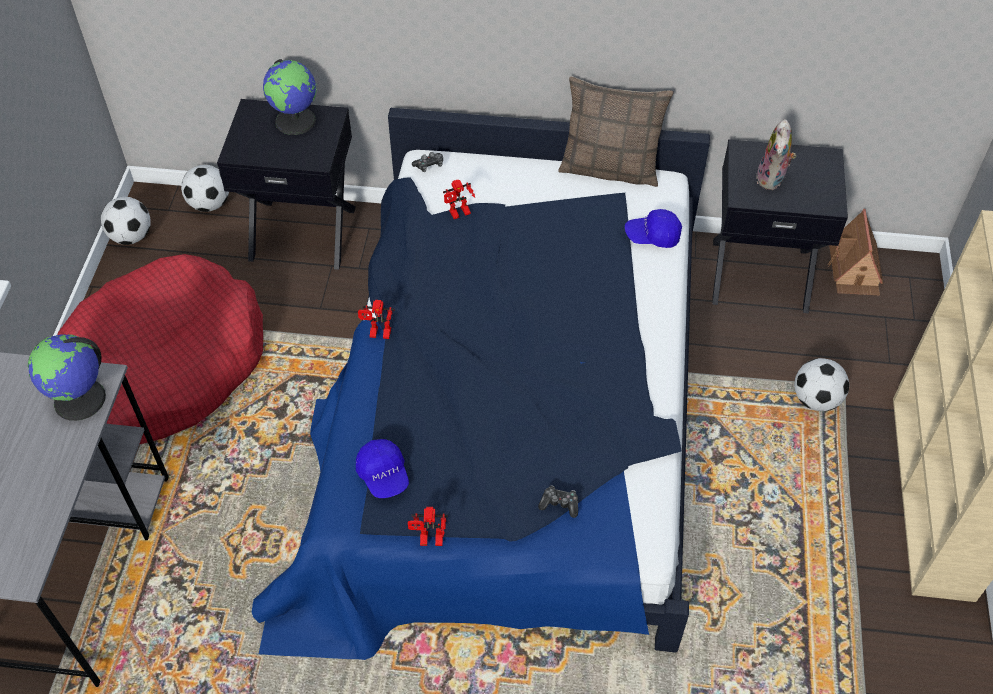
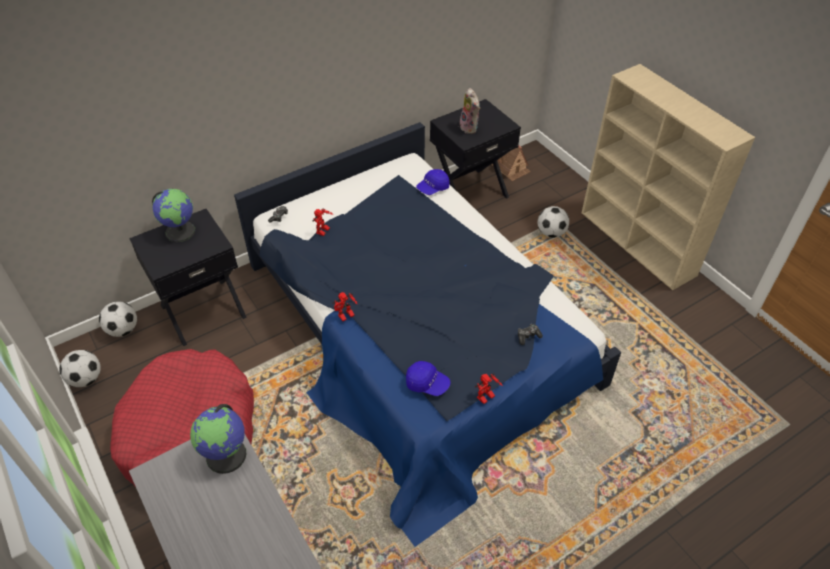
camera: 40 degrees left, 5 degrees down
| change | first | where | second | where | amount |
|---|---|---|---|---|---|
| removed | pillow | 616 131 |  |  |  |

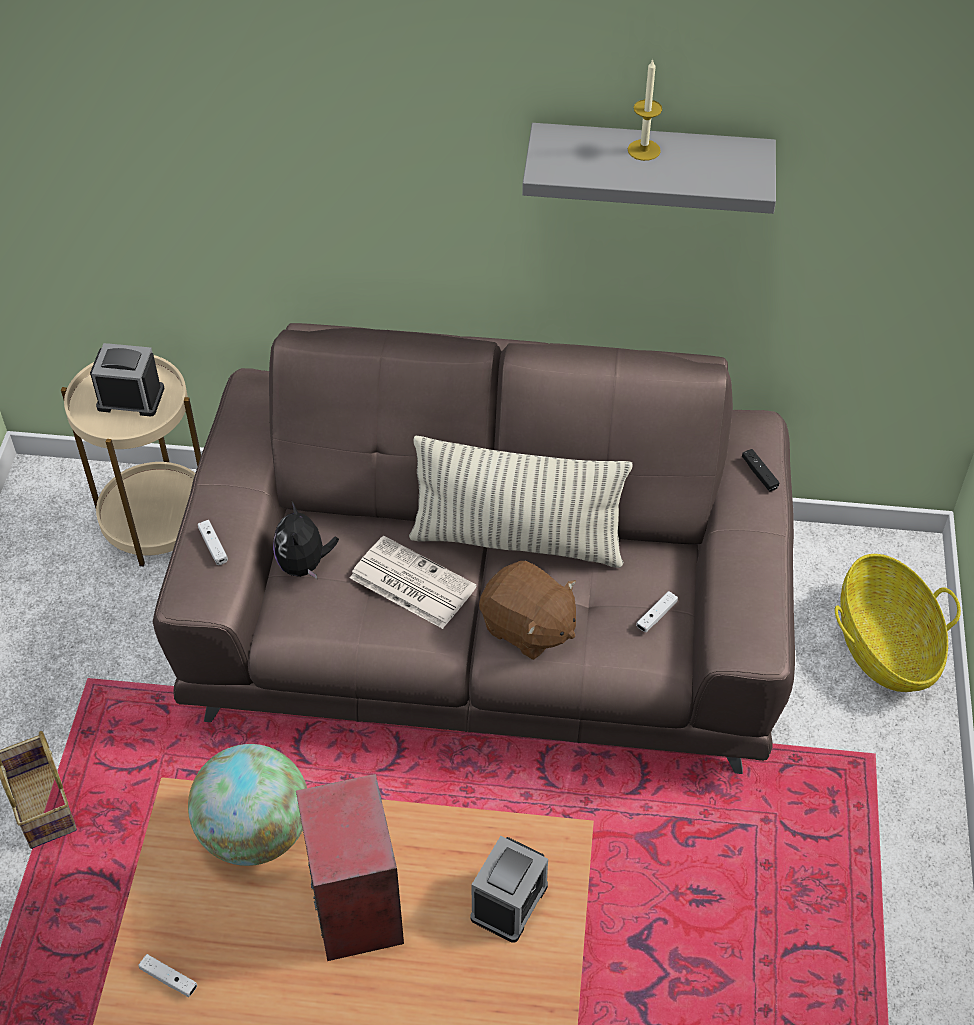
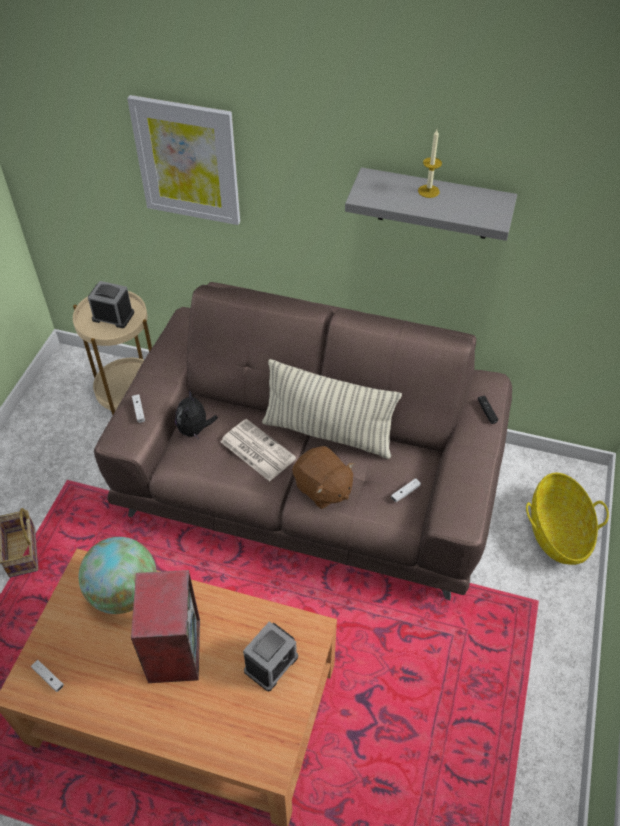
camera: 10 degrees right, 0 degrees up
| change | first | where | second | where | amount |
|---|---|---|---|---|---|
| added |  |  | picture | 183 160 |  |

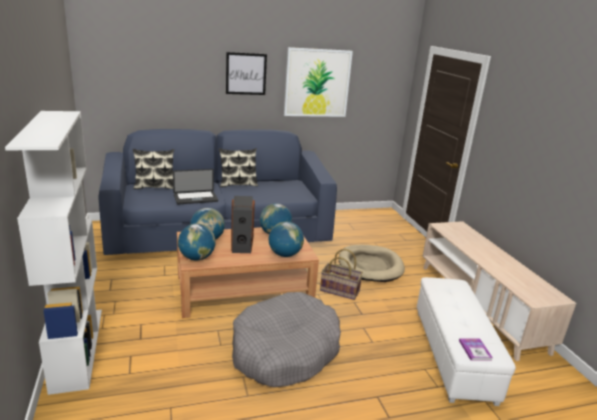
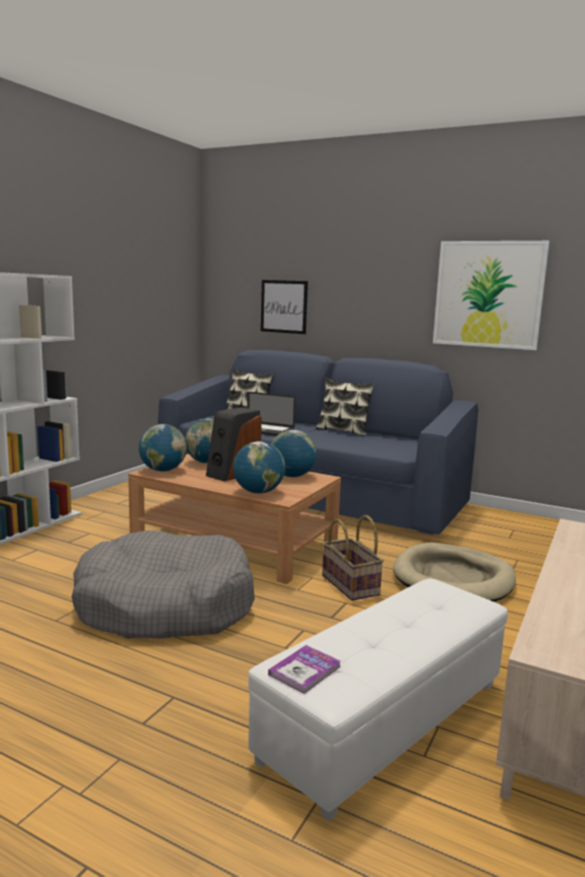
camera: 45 degrees right, 10 degrees down
| change | first | where | second | where | amount |
|---|---|---|---|---|---|
| moved | picture | 246 73 |  | 284 307 |  |

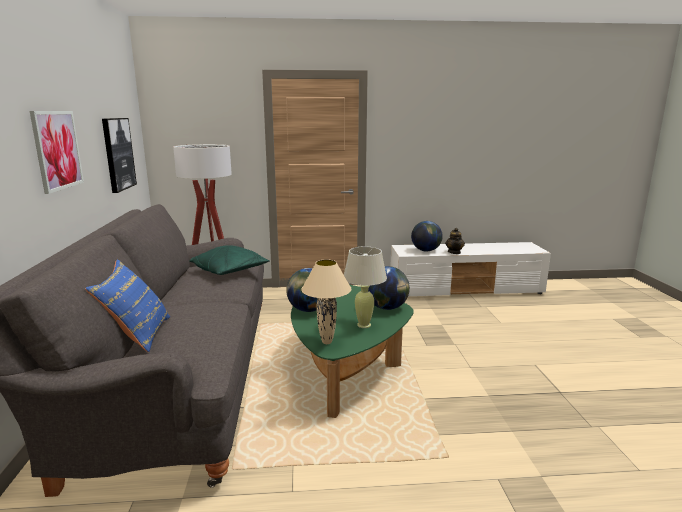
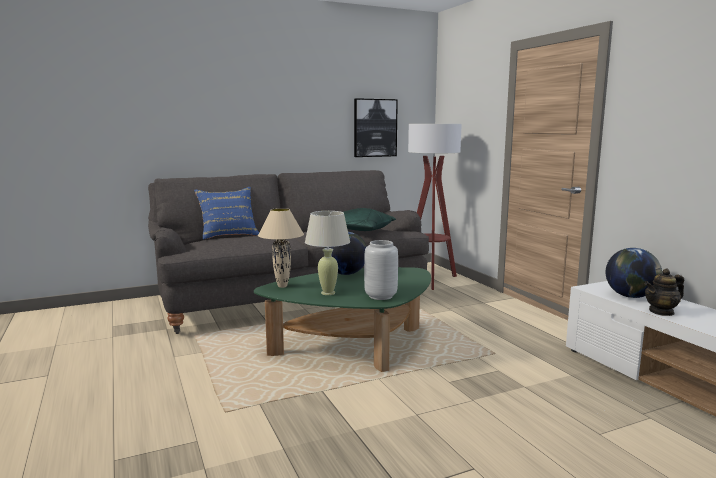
camera: 70 degrees right, 5 degrees down
| change | first | where | second | where | amount |
|---|---|---|---|---|---|
| removed | picture | 57 152 |  |  |  |
| replaced | globe | 389 288 | vase (grey) | 381 270 |  |

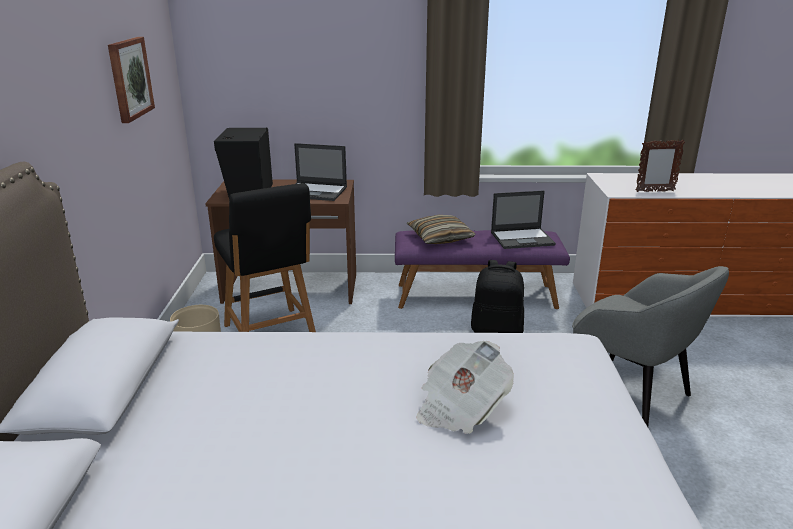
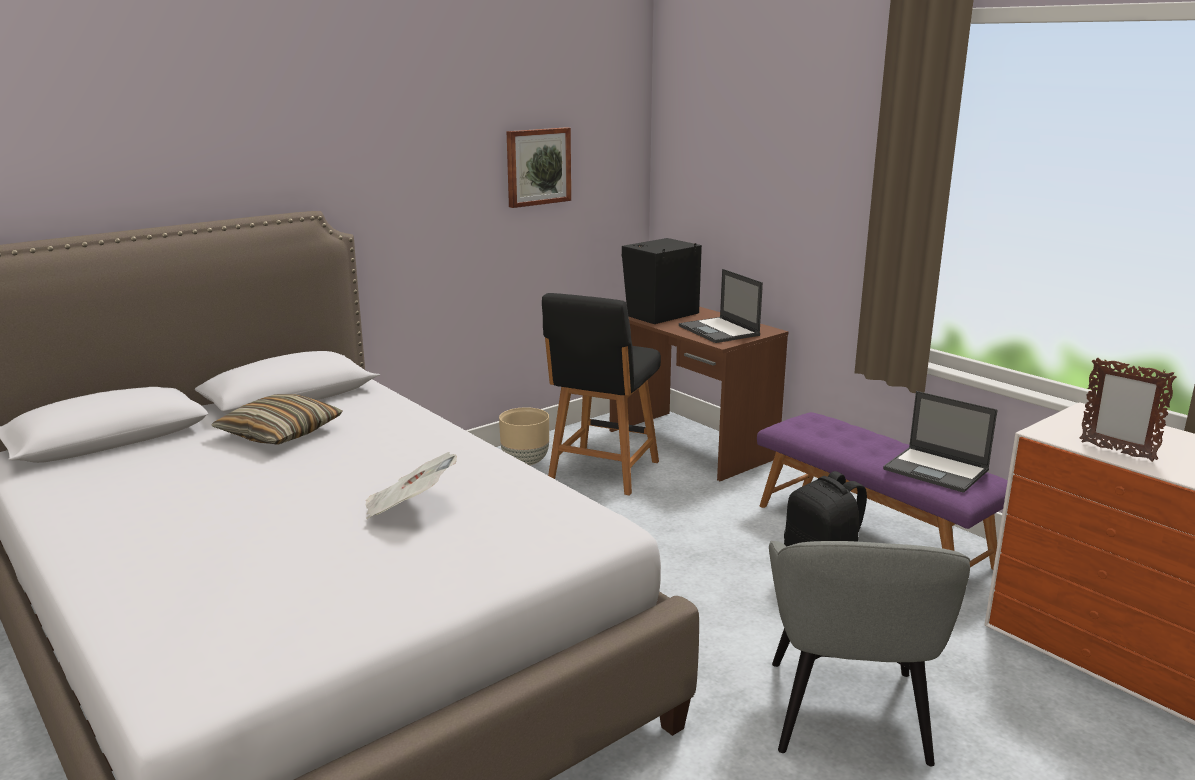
camera: 50 degrees right, 5 degrees down
| change | first | where | second | where | amount |
|---|---|---|---|---|---|
| moved | pillow | 441 229 |  | 277 419 |  |

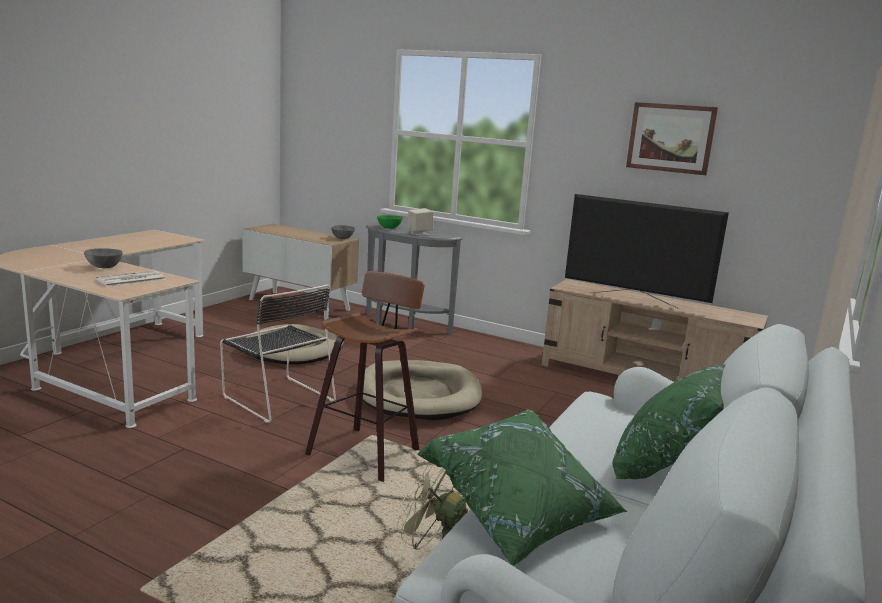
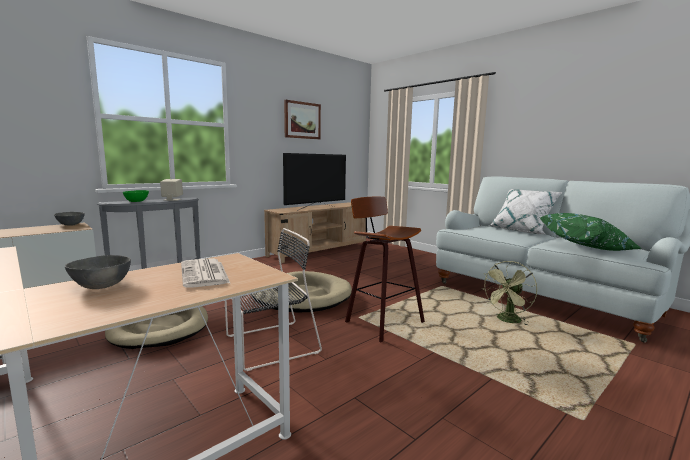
camera: 70 degrees left, 5 degrees down
| change | first | where | second | where | amount |
|---|---|---|---|---|---|
| recoloured | pillow (green) | 668 421 | pillow (white) | 525 212 |  |

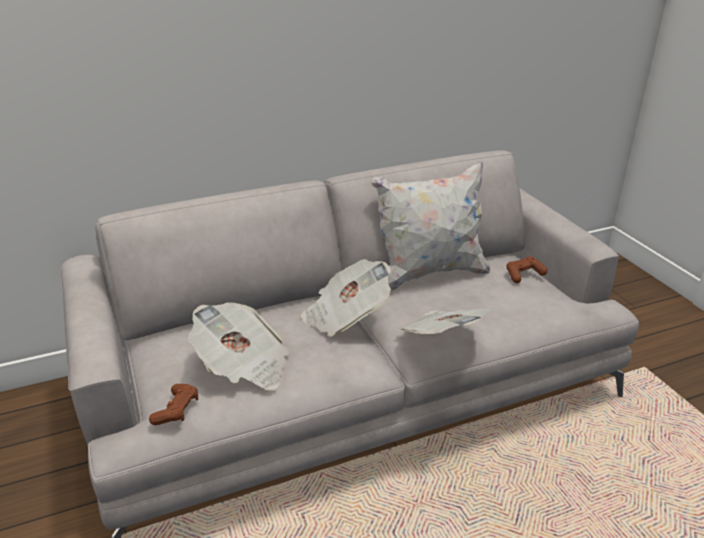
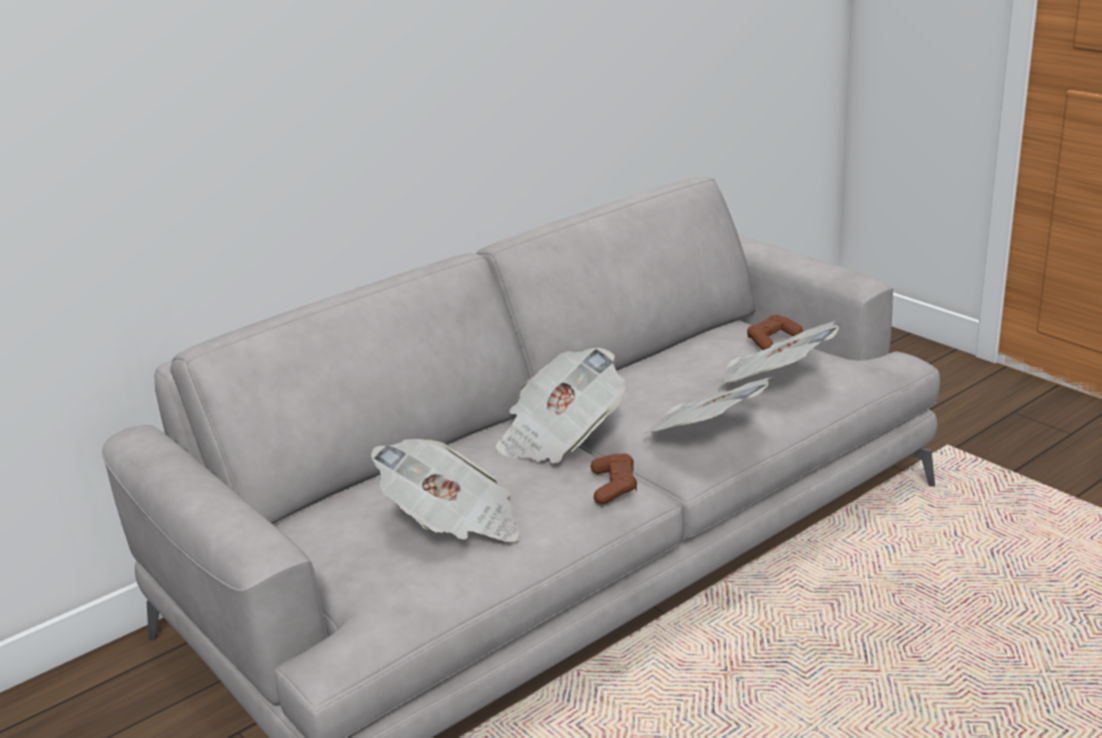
camera: 15 degrees left, 5 degrees down
| change | first | where | second | where | amount |
|---|---|---|---|---|---|
| removed | pillow (white) | 430 226 |  |  |  |
| moved | game controller (brown) | 173 404 |  | 614 478 |  |
| added |  |  | newspaper | 778 353 |  |

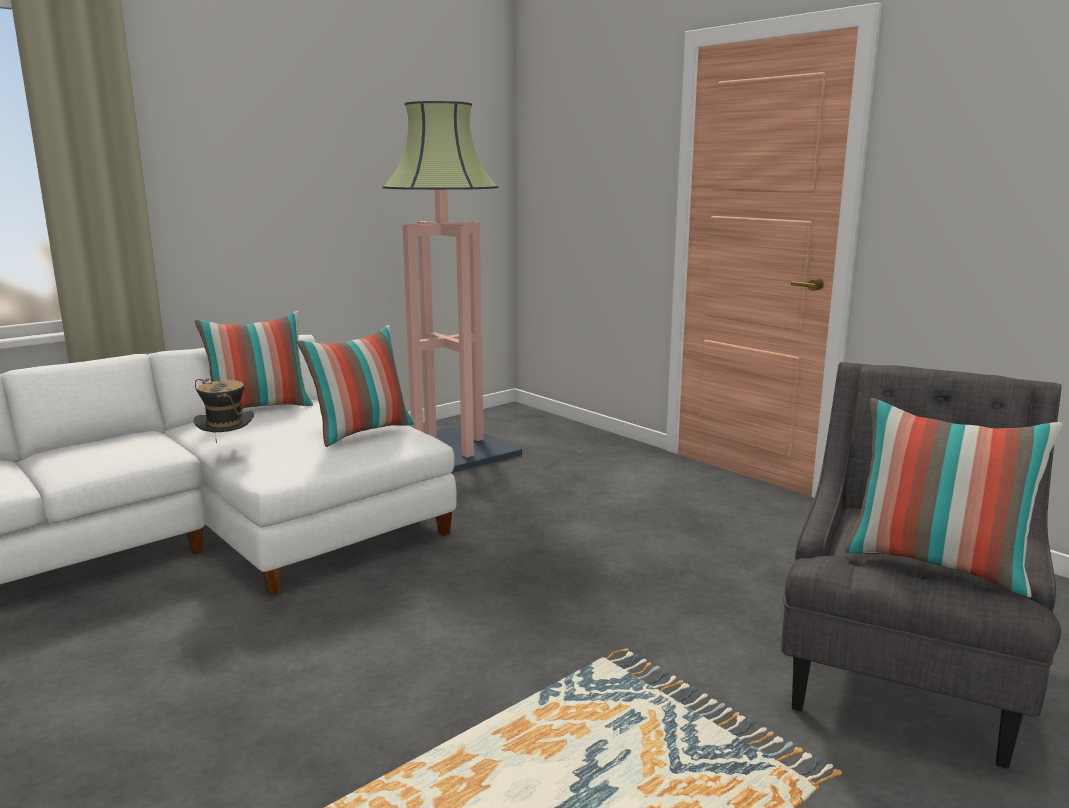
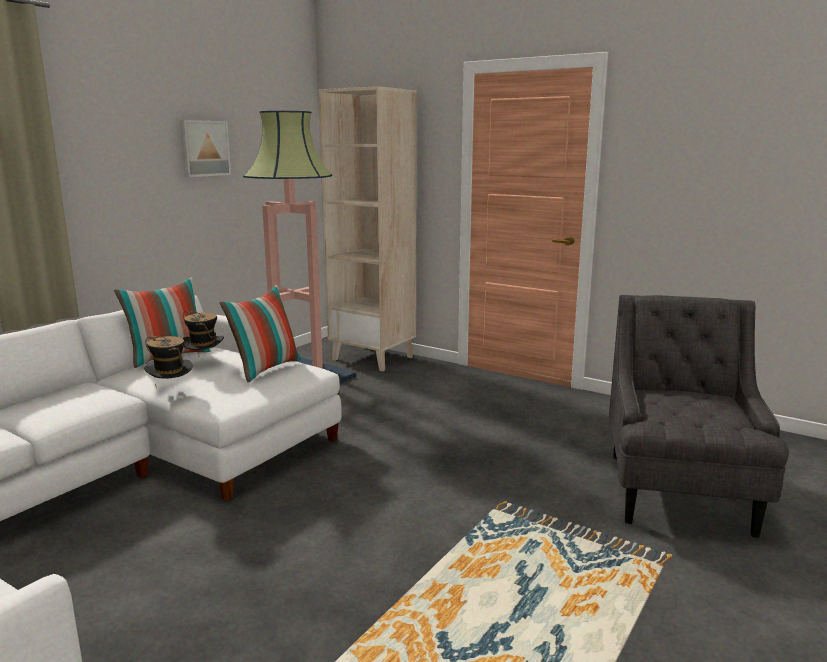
camera: 15 degrees left, 0 degrees up
| change | first | where | second | where | amount |
|---|---|---|---|---|---|
| removed | pillow | 954 497 |  |  |  |
| added |  |  | bookcase (beige) | 368 228 |  |
| added |  |  | picture | 205 148 |  |
| added |  |  | hat | 203 332 |  |

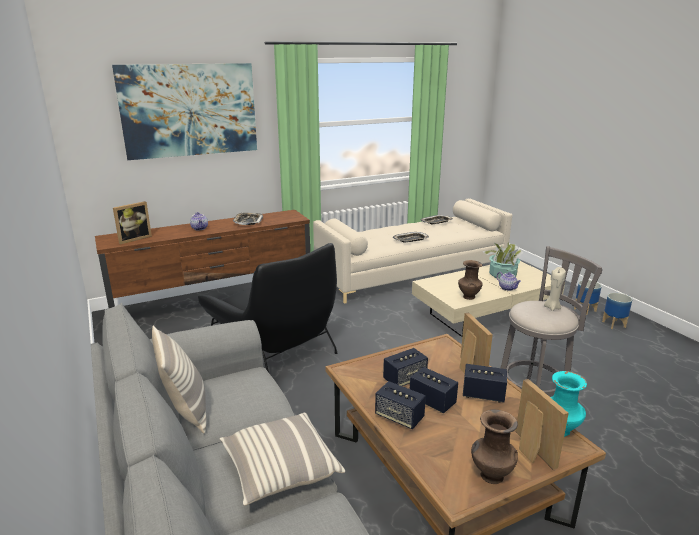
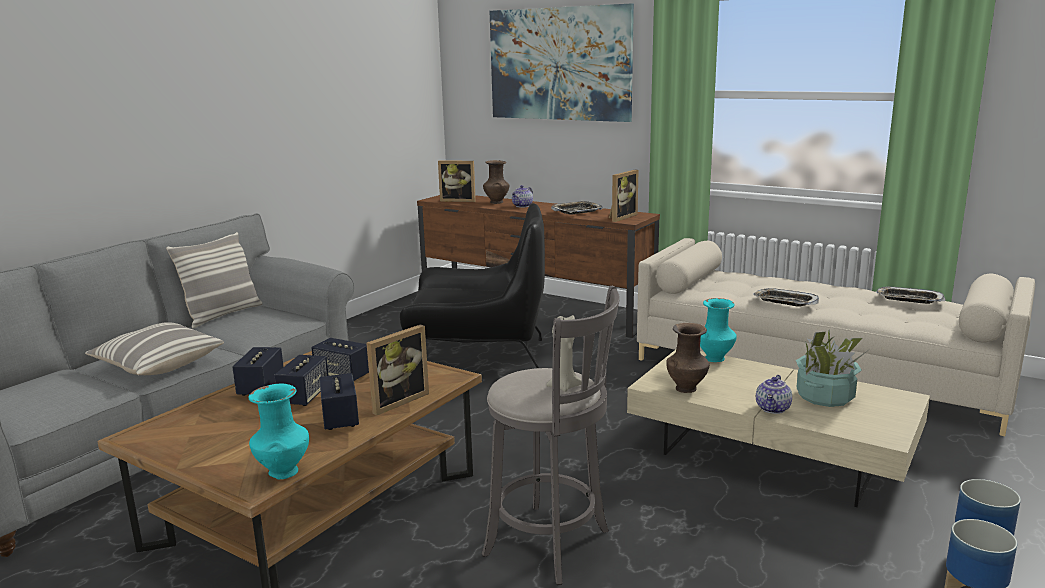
camera: 60 degrees right, 5 degrees down
| change | first | where | second | where | amount |
|---|---|---|---|---|---|
| turned | armchair (black) | 268 308 |  | 472 285 | 105 degrees counterclockwise |
| moved | picture frame | 542 424 |  | 624 196 |  |
| moved | vase (brown) | 494 447 |  | 496 182 |  |
| added |  |  | vase (turquoise) | 718 330 |  |

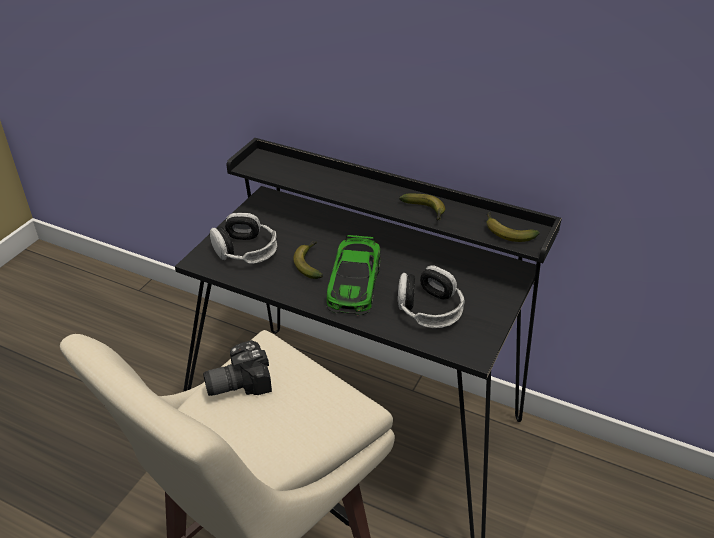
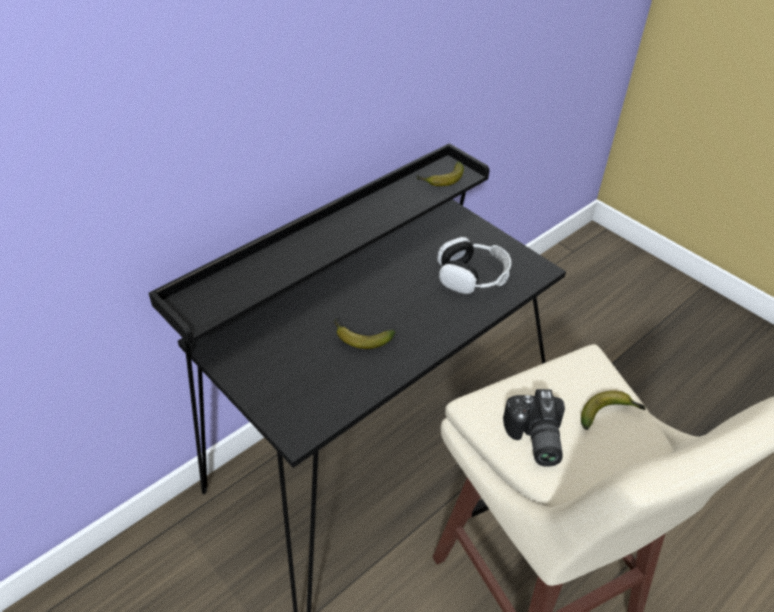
camera: 70 degrees left, 5 degrees up
| change | first | where | second | where | amount |
|---|---|---|---|---|---|
| moved | banana | 422 207 |  | 613 410 |  |
| removed | headphones | 243 238 |  |  |  |
| removed | toy car | 353 275 |  |  |  |

